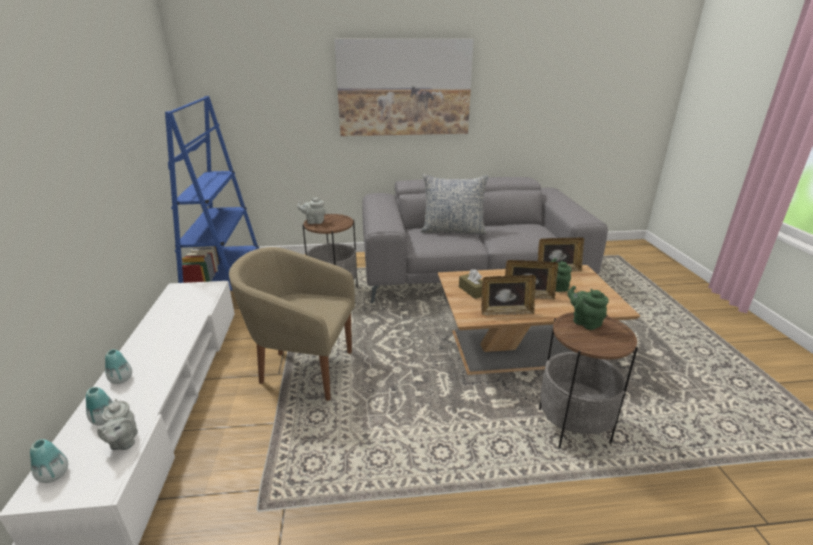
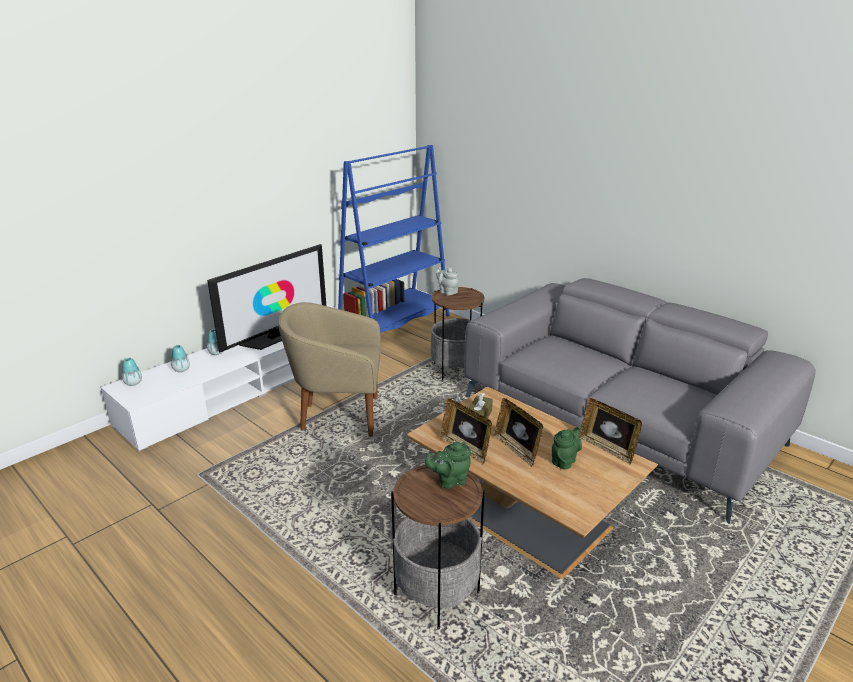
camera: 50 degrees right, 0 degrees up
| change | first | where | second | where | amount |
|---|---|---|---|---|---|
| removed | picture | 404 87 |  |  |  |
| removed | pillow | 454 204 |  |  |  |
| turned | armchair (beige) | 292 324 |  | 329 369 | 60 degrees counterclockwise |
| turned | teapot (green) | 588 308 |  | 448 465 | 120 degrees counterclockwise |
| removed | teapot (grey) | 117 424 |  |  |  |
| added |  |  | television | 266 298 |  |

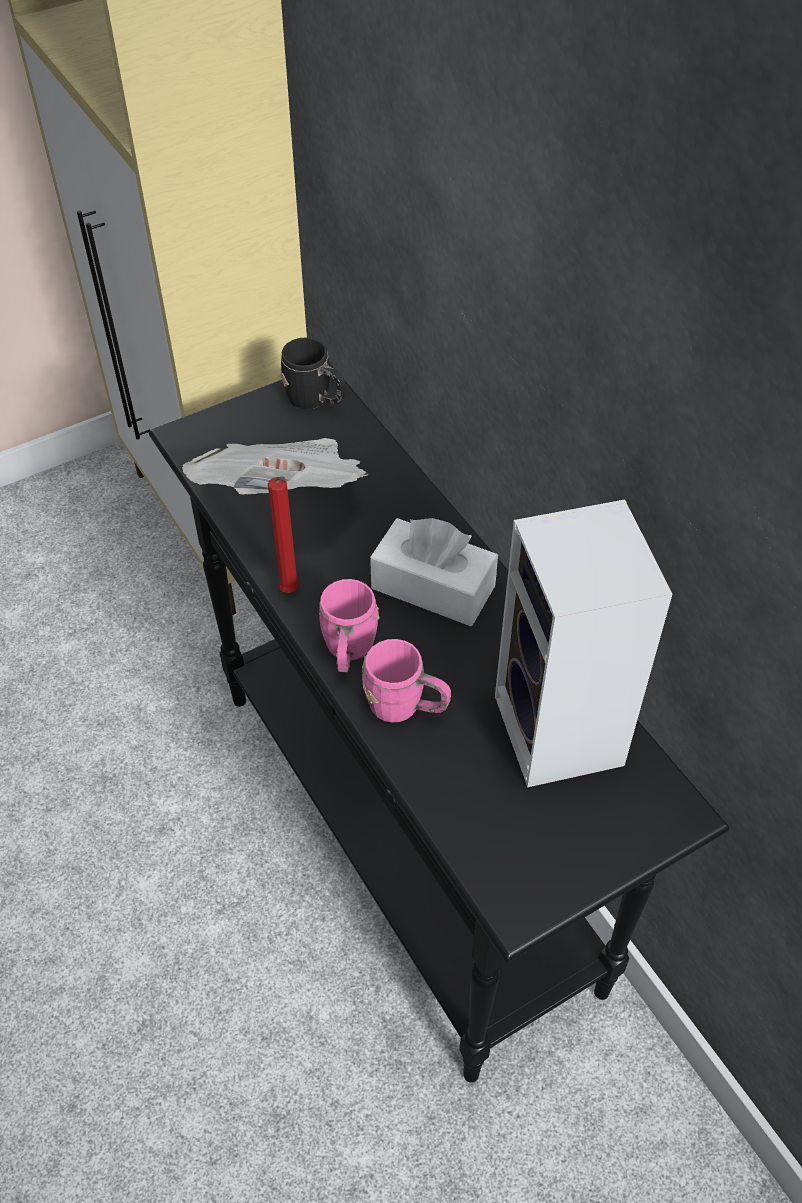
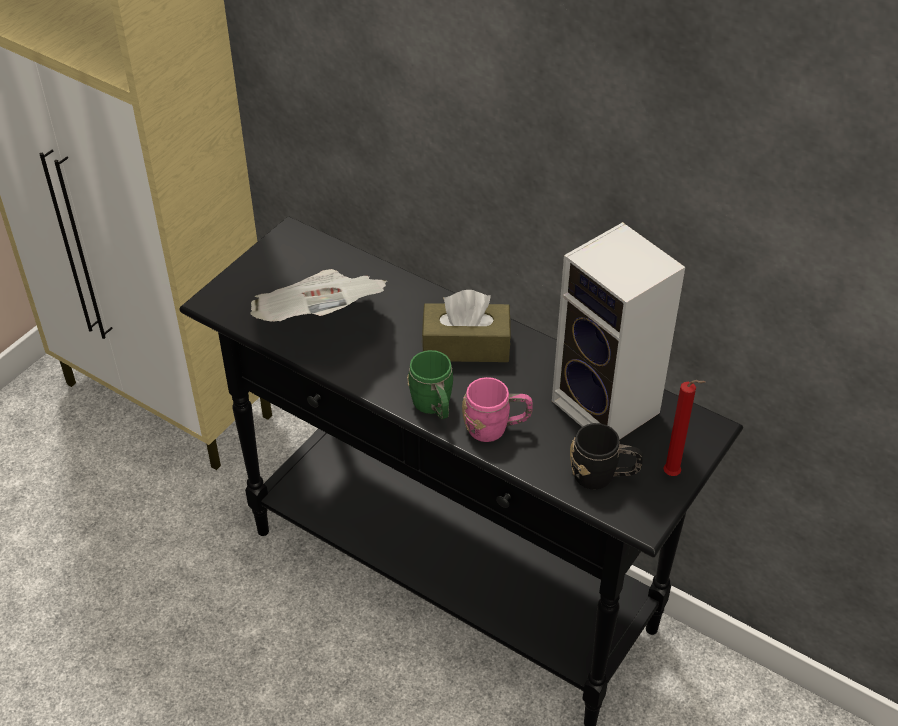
camera: 25 degrees left, 5 degrees down
| change | first | where | second | where | amount |
|---|---|---|---|---|---|
| moved | mug (black) | 313 373 |  | 606 456 |  |
| moved | candle (red) | 284 535 |  | 684 428 |  |
| recoloured | tissue box (white) | 434 572 | tissue box (brown) | 466 326 |  |
| recoloured | mug (pink) | 349 625 | mug (green) | 430 384 |  |

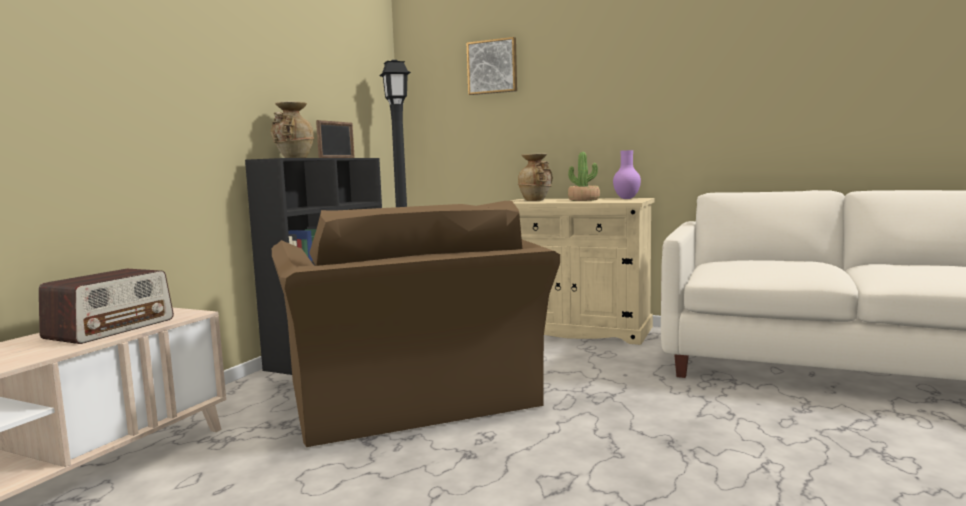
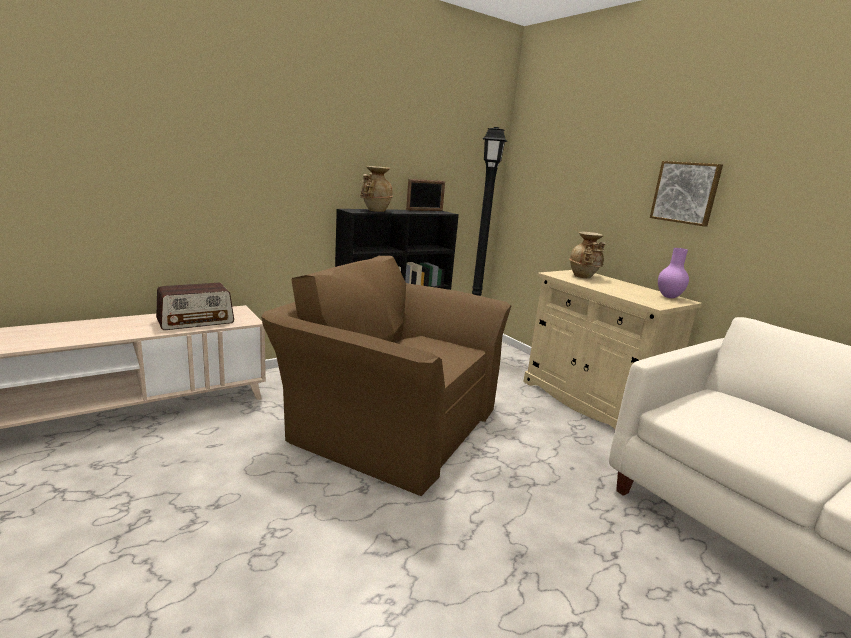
camera: 30 degrees right, 10 degrees up
| change | first | where | second | where | amount |
|---|---|---|---|---|---|
| moved | picture | 491 66 |  | 686 193 |  |
| removed | potted plant | 584 176 |  |  |  |
| turned | armchair (brown) | 416 324 |  | 386 376 | 105 degrees clockwise |

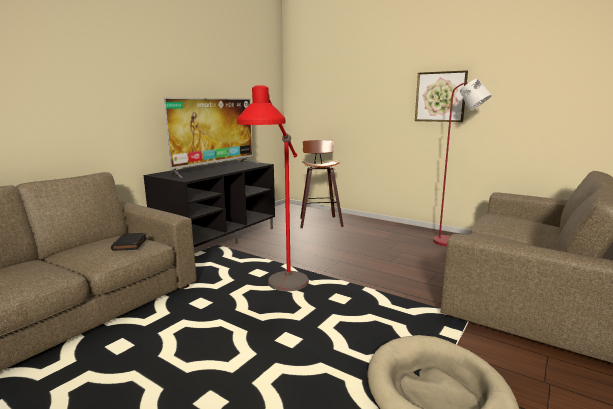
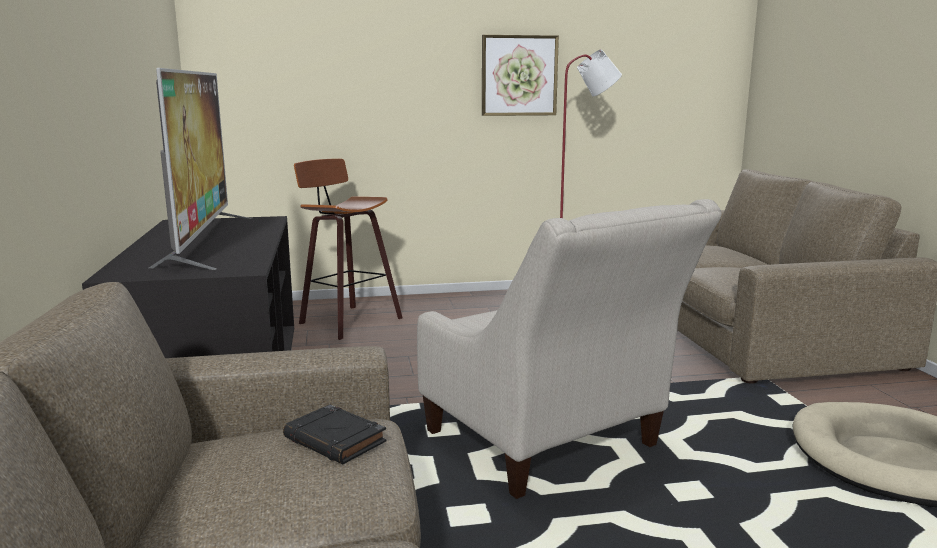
camera: 45 degrees left, 0 degrees up
| change | first | where | second | where | amount |
|---|---|---|---|---|---|
| replaced | floor lamp (red) | 273 188 | armchair (beige) | 569 349 |  |

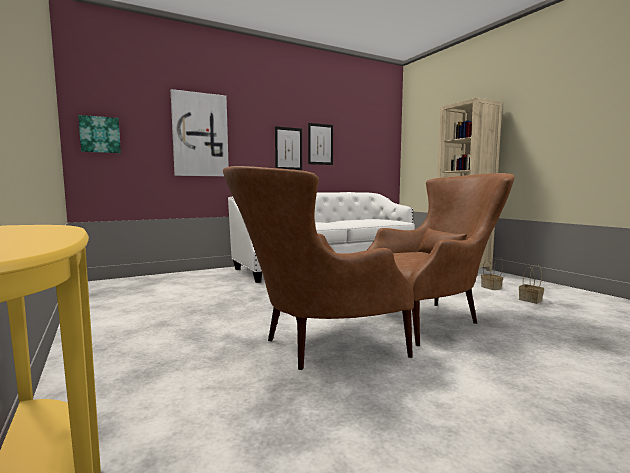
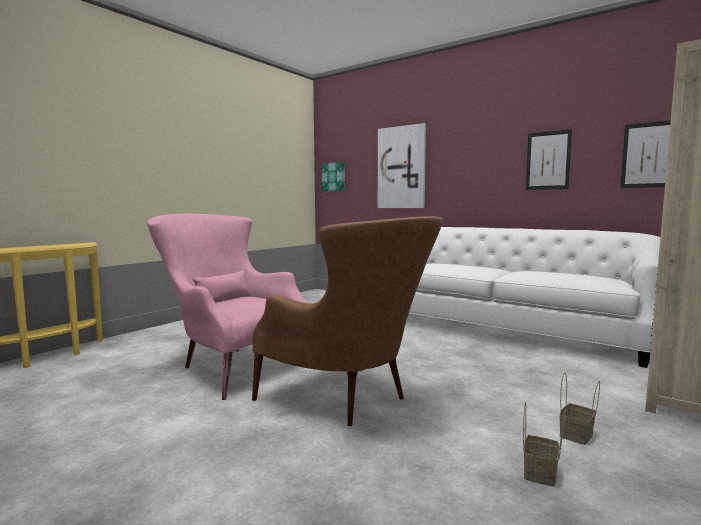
camera: 65 degrees right, 0 degrees up
| change | first | where | second | where | amount |
|---|---|---|---|---|---|
| moved | picture | 288 148 |  | 645 154 |  |
| recoloured | armchair (brown) | 318 268 | armchair (pink) | 227 307 |  |

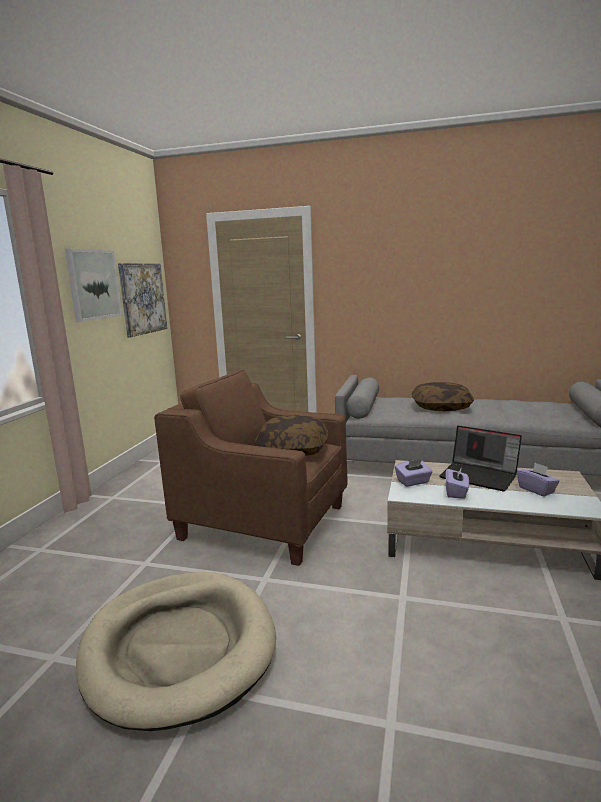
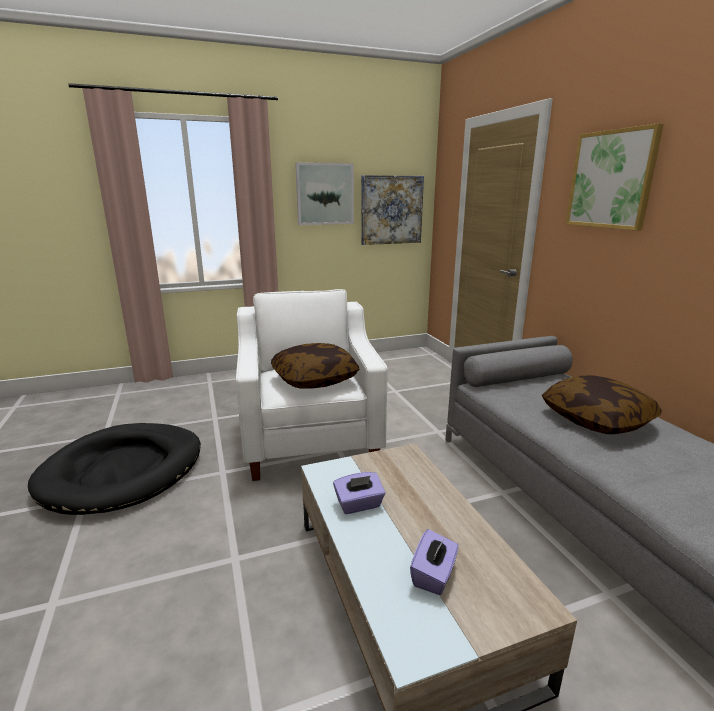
camera: 55 degrees right, 5 degrees up
| change | first | where | second | where | amount |
|---|---|---|---|---|---|
| recoloured | armchair (brown) | 251 467 | armchair (white) | 312 385 |  |
| removed | laptop | 480 458 |  |  |  |
| removed | tissue box (purple) | 413 473 |  |  |  |
| recoloured | dog bed (beige) | 176 651 | dog bed (black) | 114 469 |  |
| added |  |  | picture | 615 177 |  |

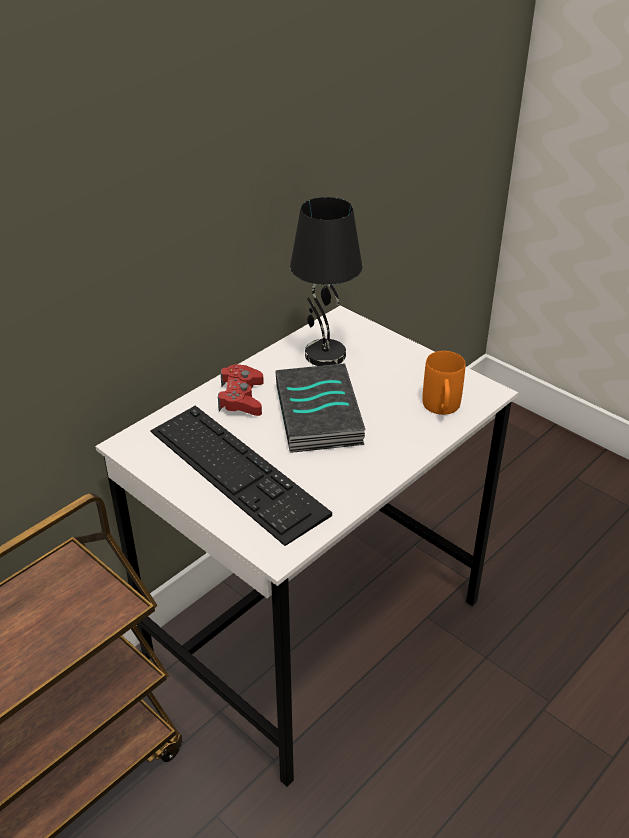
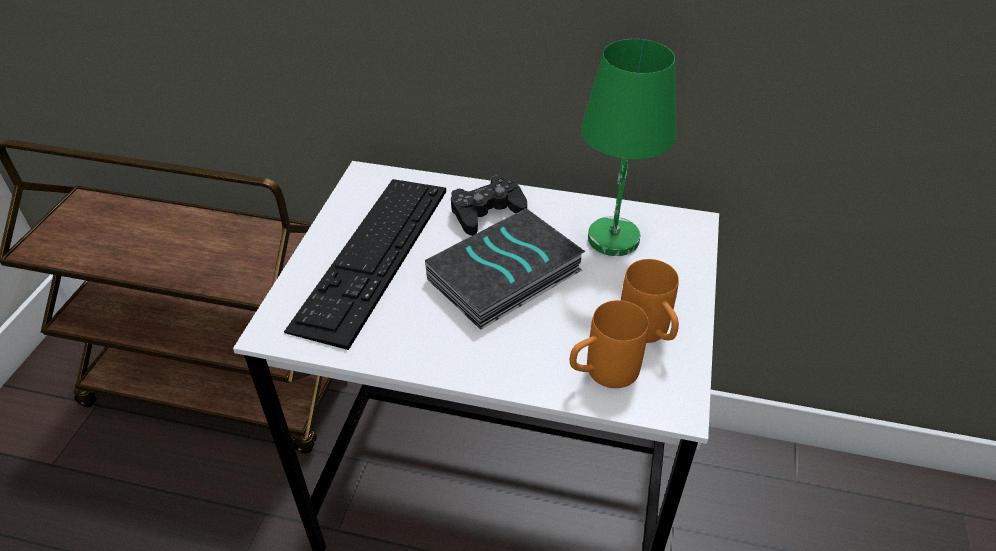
camera: 60 degrees right, 5 degrees up
| change | first | where | second | where | amount |
|---|---|---|---|---|---|
| recoloured | table lamp (black) | 326 281 | table lamp (green) | 629 147 |  |
| recoloured | game controller (red) | 241 390 | game controller (black) | 489 205 |  |
| added |  |  | mug (orange) | 650 301 |  |

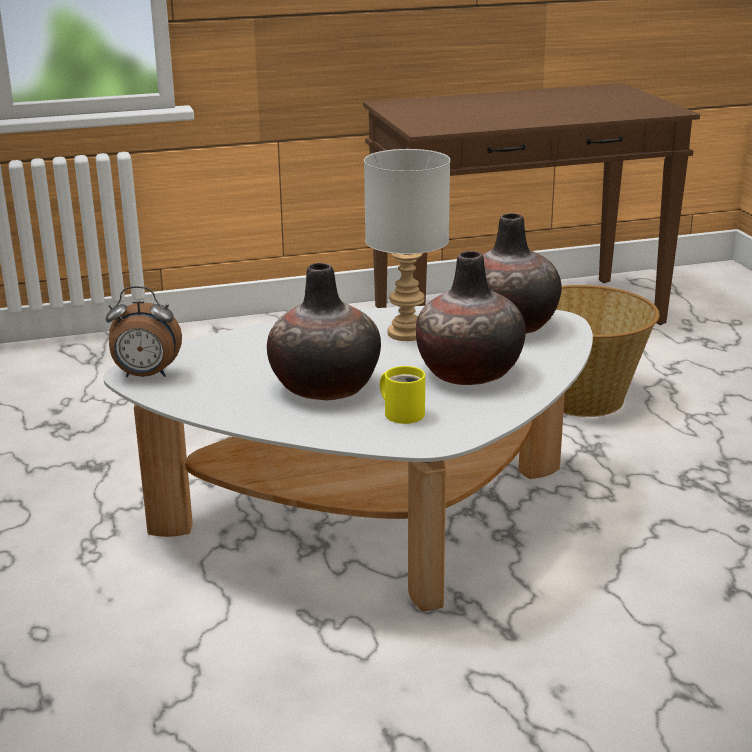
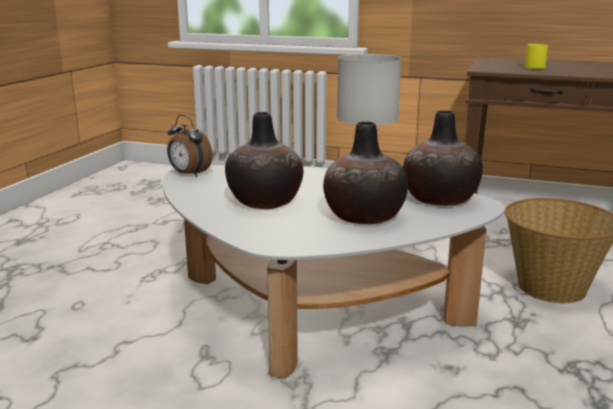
camera: 35 degrees right, 5 degrees down
| change | first | where | second | where | amount |
|---|---|---|---|---|---|
| moved | mug (yellow) | 402 395 |  | 536 56 |  |

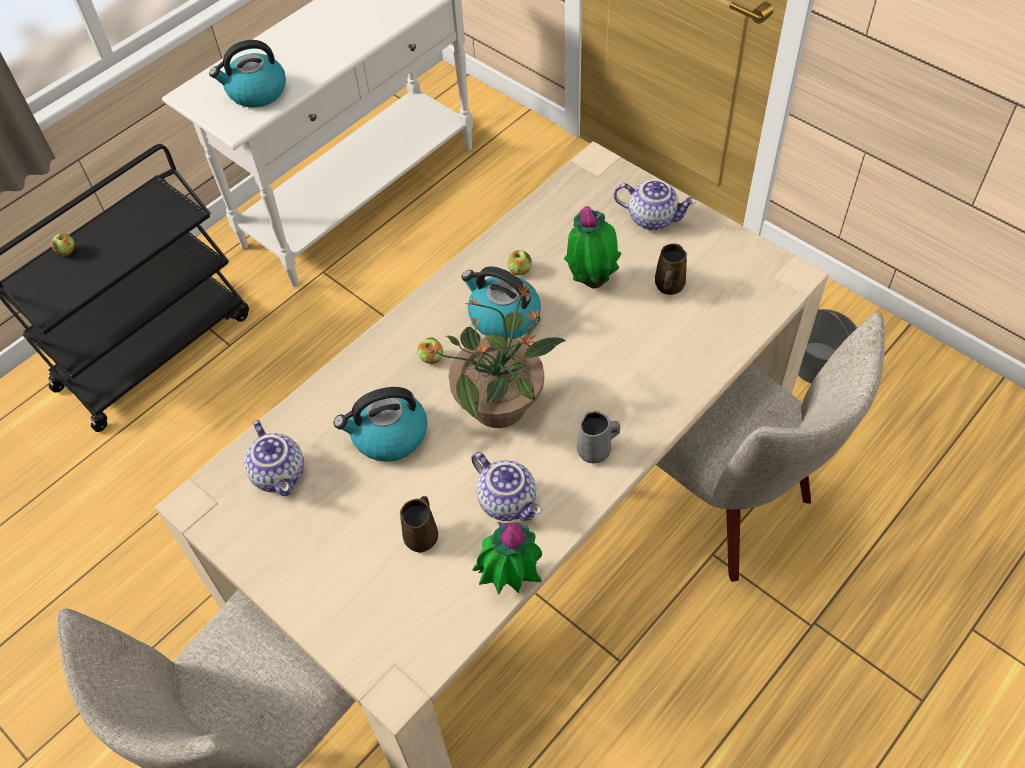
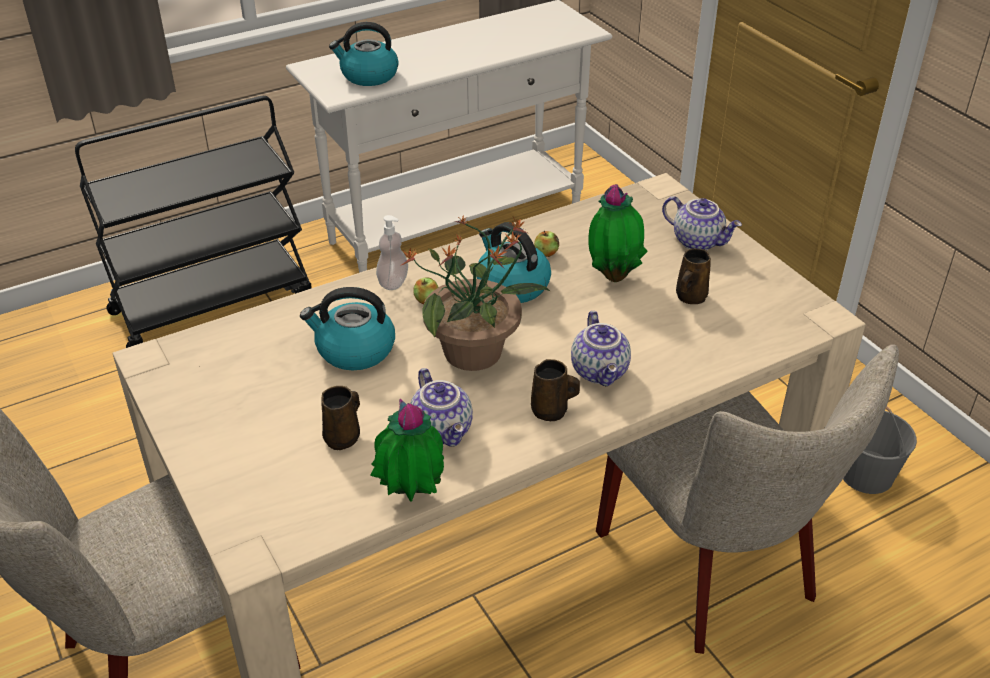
camera: 15 degrees right, 15 degrees down
| change | first | where | second | where | amount |
|---|---|---|---|---|---|
| removed | apple | 63 244 |  |  |  |
| recoloured | mug (grey) | 598 437 | mug (brown) | 555 390 |  |
| moved | teapot | 274 458 |  | 601 348 |  |
| added |  |  | soap dispenser | 392 252 |  |

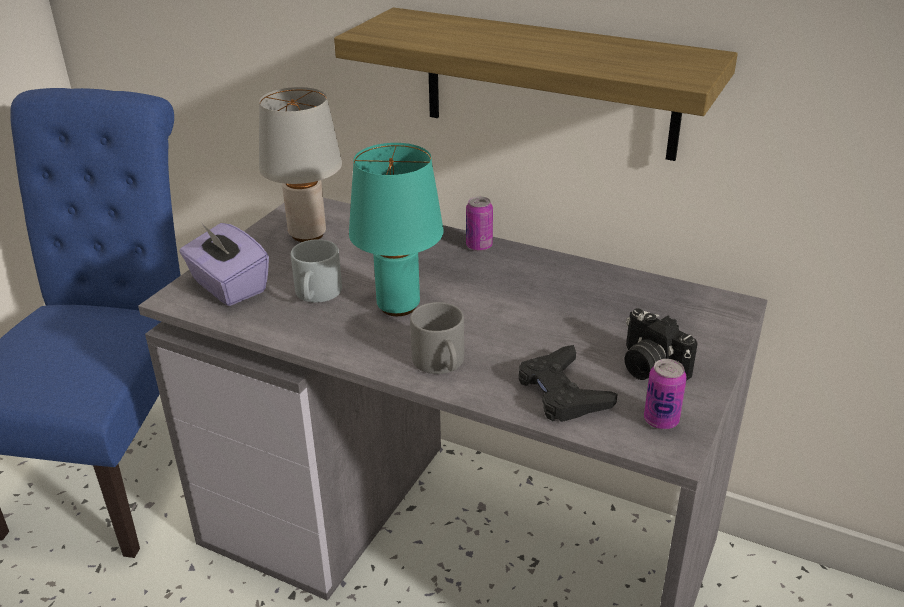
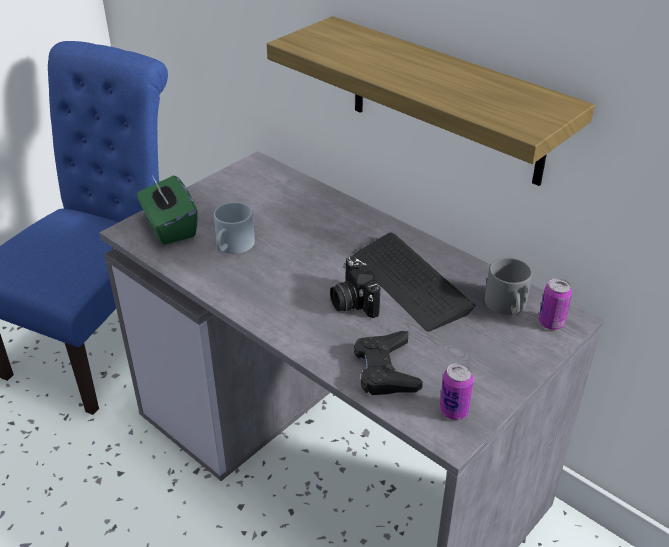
camera: 15 degrees right, 5 degrees up
| change | first | where | second | where | amount |
|---|---|---|---|---|---|
| removed | table lamp (grey) | 300 164 |  |  |  |
| removed | table lamp (turquoise) | 396 229 |  |  |  |
| moved | can | 479 223 |  | 555 304 |  |
| recoloured | tissue box (purple) | 224 264 | tissue box (green) | 167 210 |  |
| moved | mug (grey) | 437 338 |  | 508 286 |  |
| moved | photo camera | 661 344 |  | 355 287 |  |
| added |  |  | keyboard | 413 282 |  |

